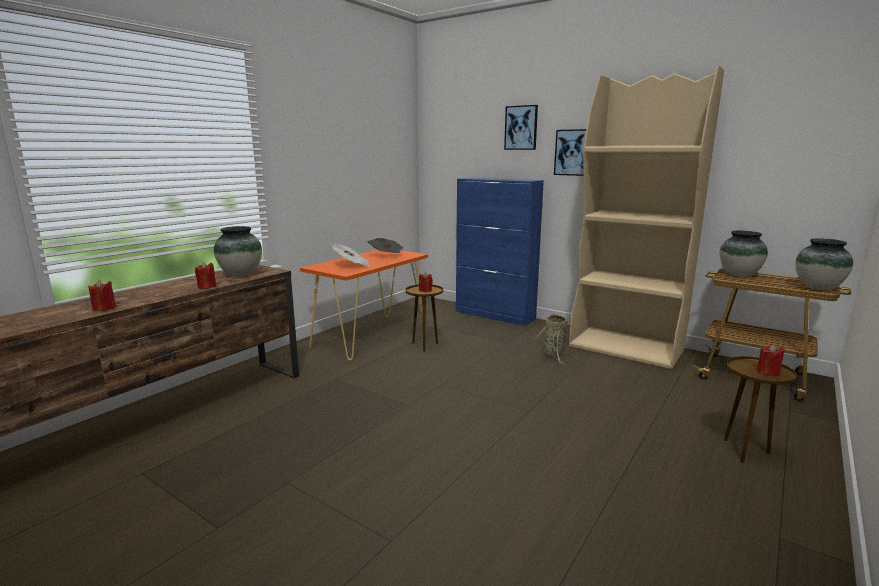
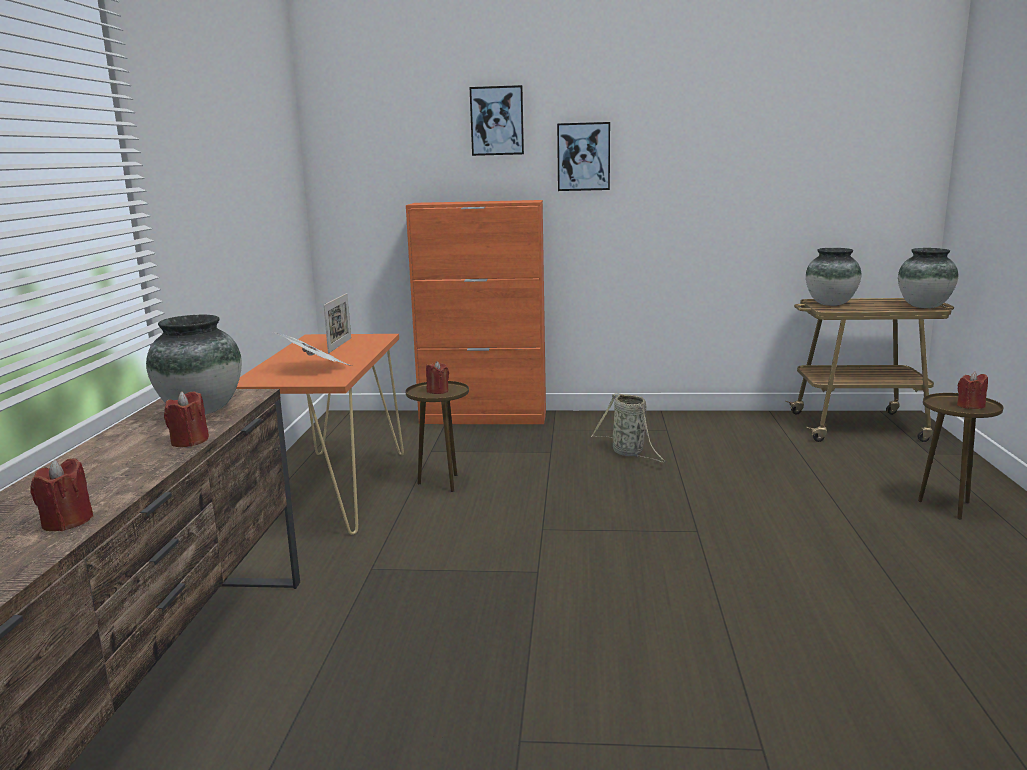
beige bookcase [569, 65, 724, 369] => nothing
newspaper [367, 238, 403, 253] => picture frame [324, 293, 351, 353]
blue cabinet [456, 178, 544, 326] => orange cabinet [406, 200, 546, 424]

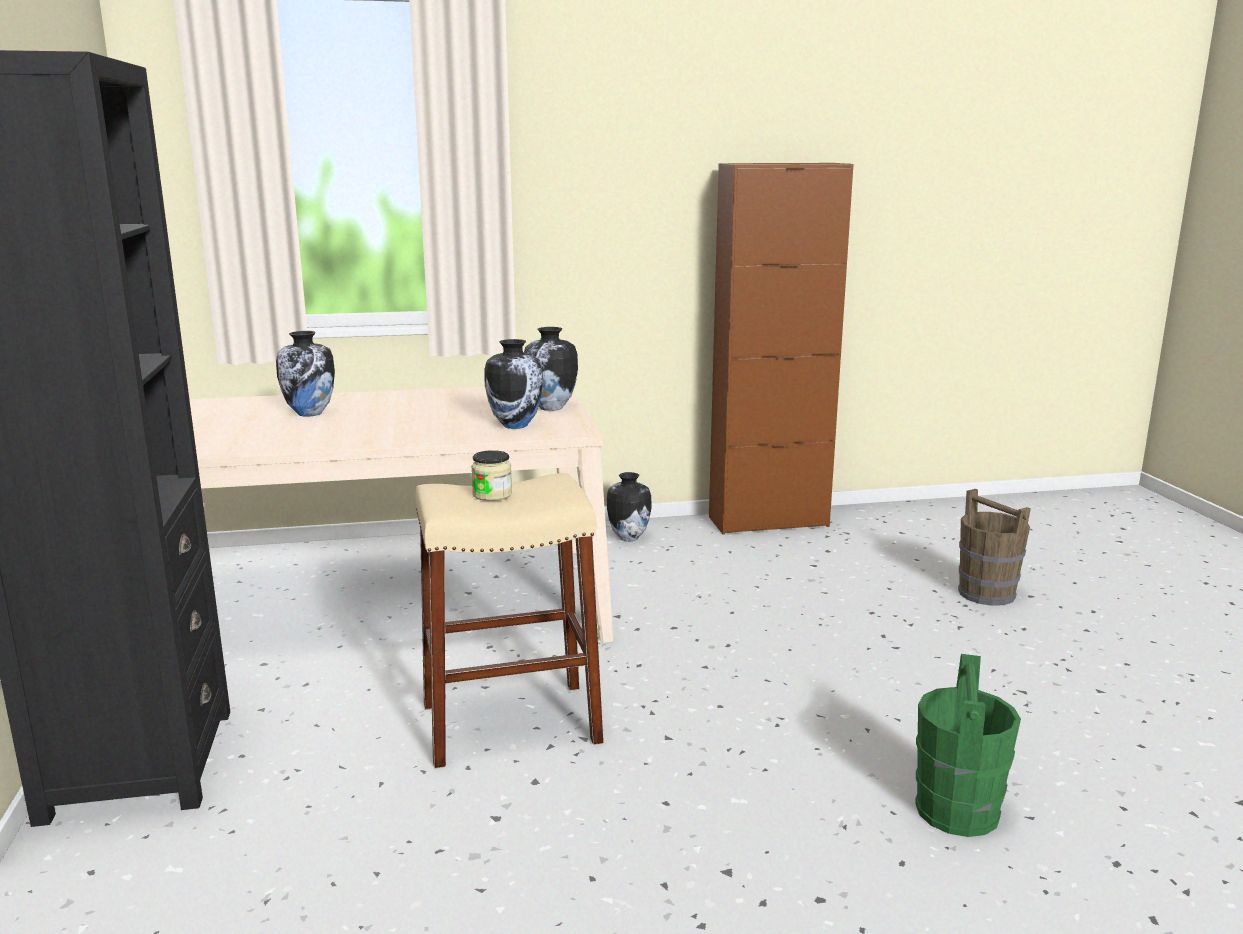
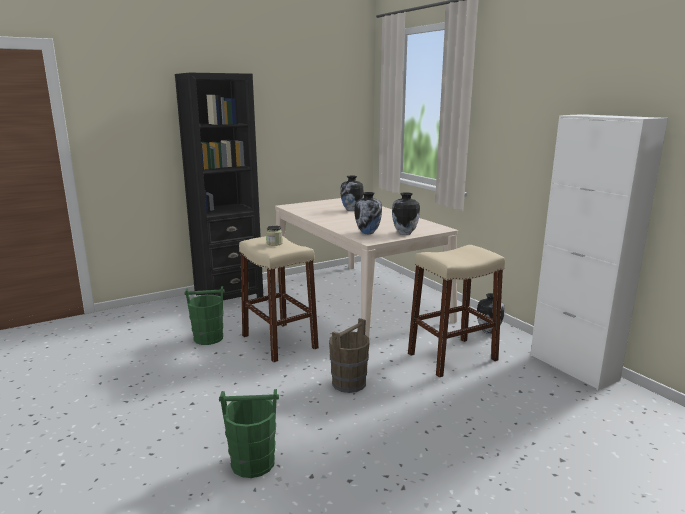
nothing => green bucket [184, 286, 225, 345]
nothing => beige stool [408, 245, 505, 378]
brown bucket [958, 489, 1031, 606] => brown bucket [329, 318, 370, 393], shifted
brown cabinet [709, 163, 854, 535] => white cabinet [530, 114, 668, 390]

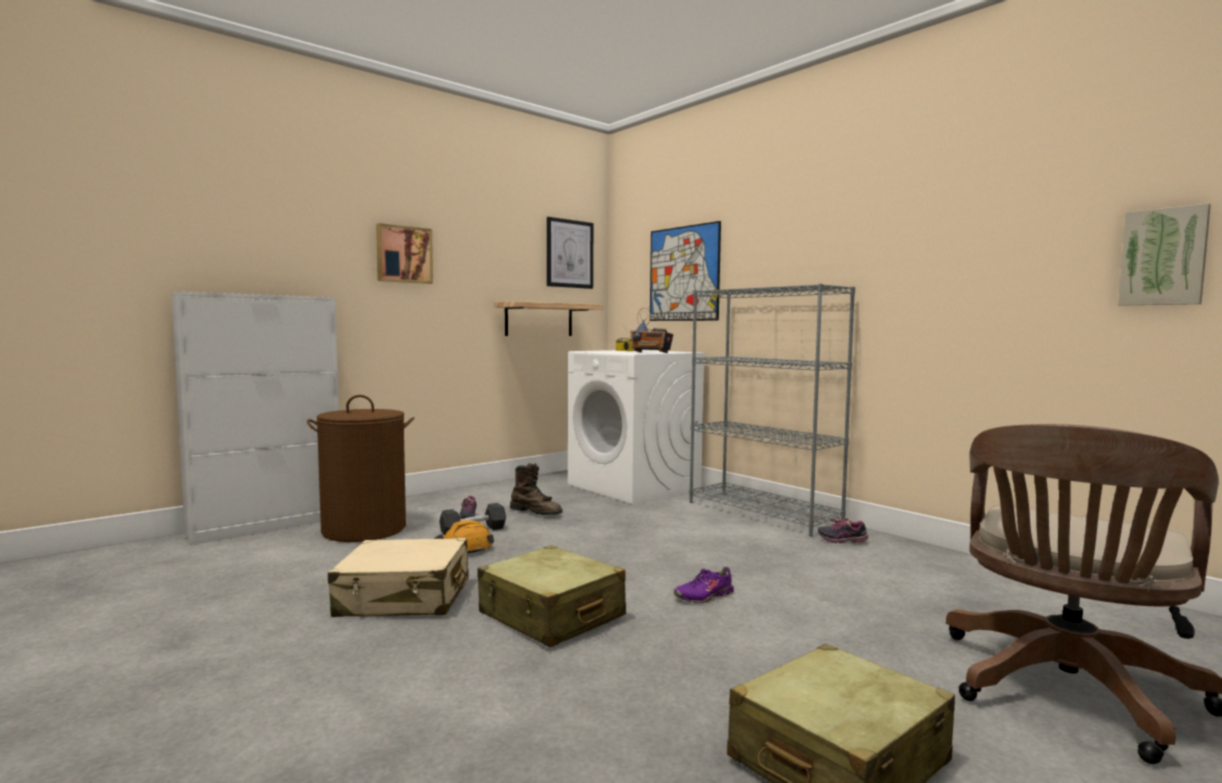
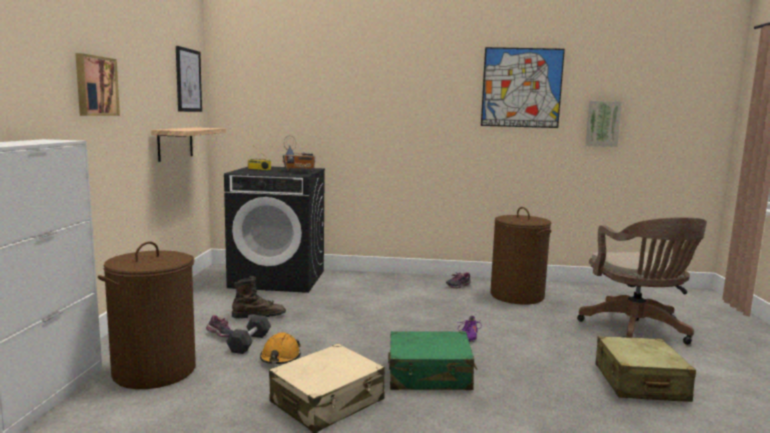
grey bookcase [689, 284, 855, 536] => nothing
nothing => brown laundry basket [490, 207, 551, 305]
picture [650, 221, 721, 321] => picture [481, 47, 565, 128], shifted
beige suitcase [477, 545, 626, 648] => green suitcase [388, 331, 478, 390]
white washing machine [568, 350, 706, 505] => black washing machine [224, 167, 325, 293]

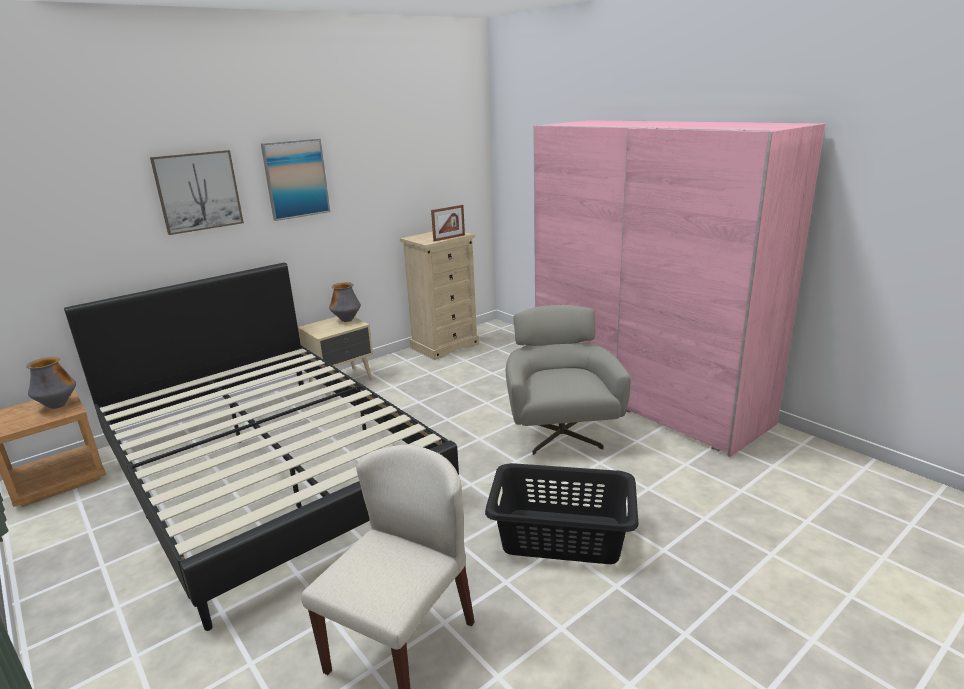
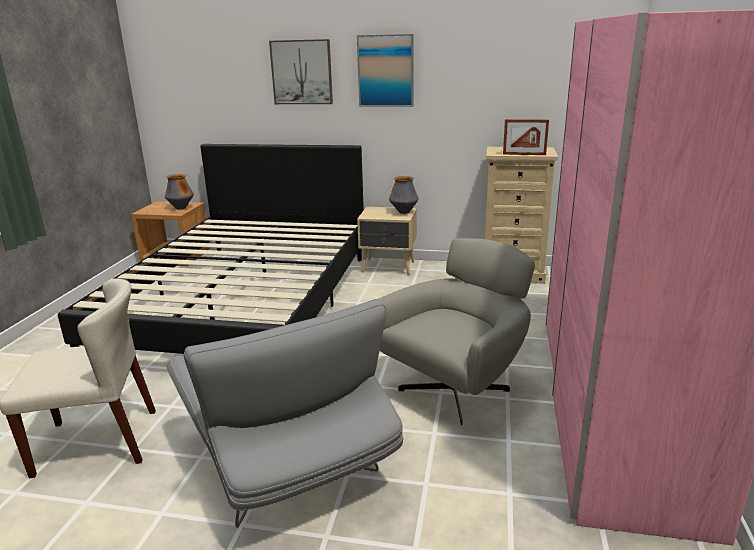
black laundry basket [485, 463, 638, 564] => grey armchair [167, 299, 403, 528]

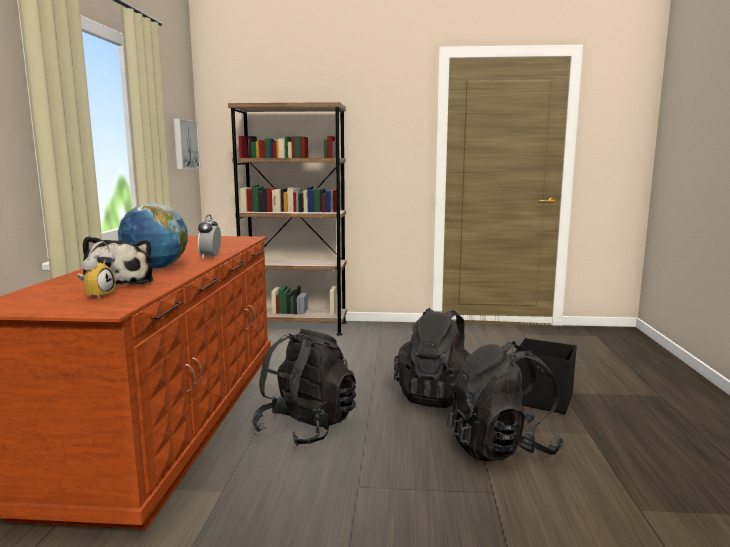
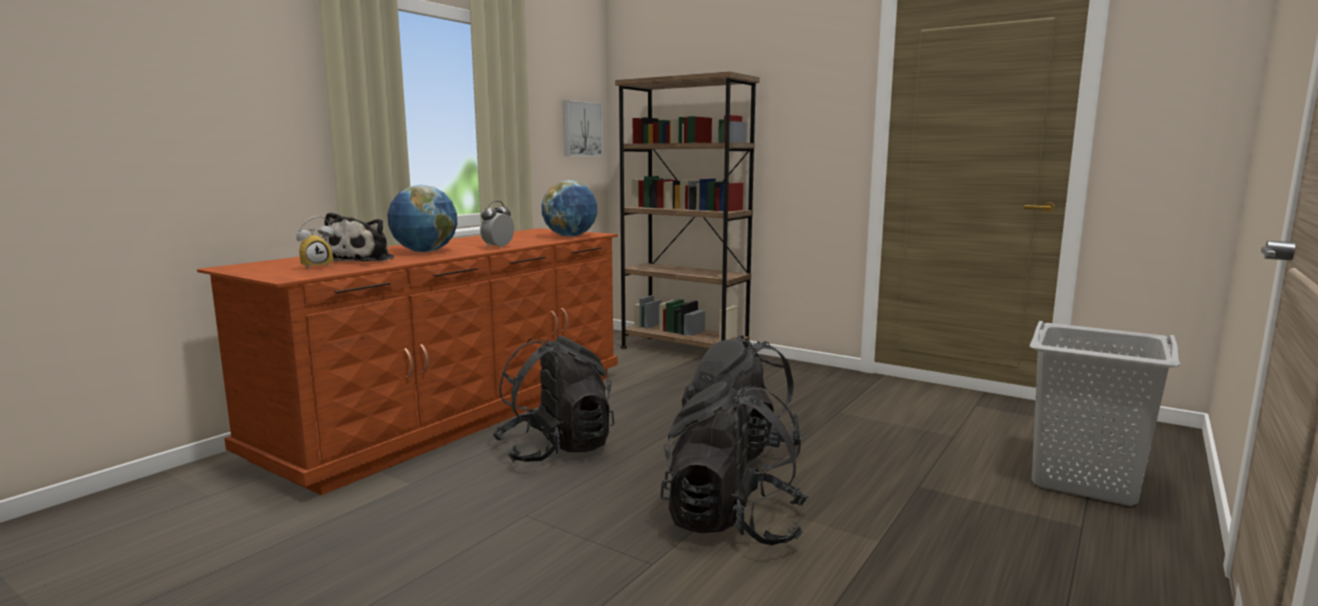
black storage box [514, 338, 577, 414] => nothing
nothing => globe [541, 180, 597, 237]
nothing => grey laundry basket [1029, 321, 1180, 506]

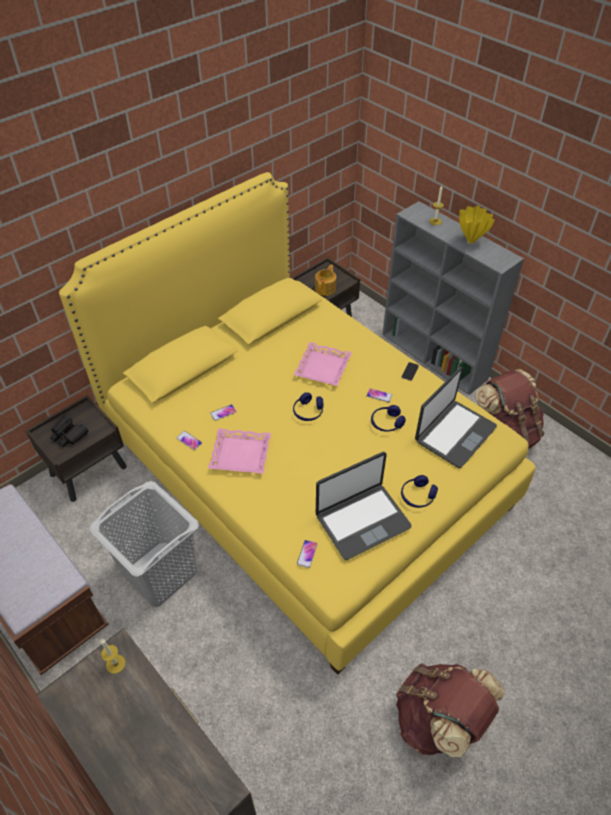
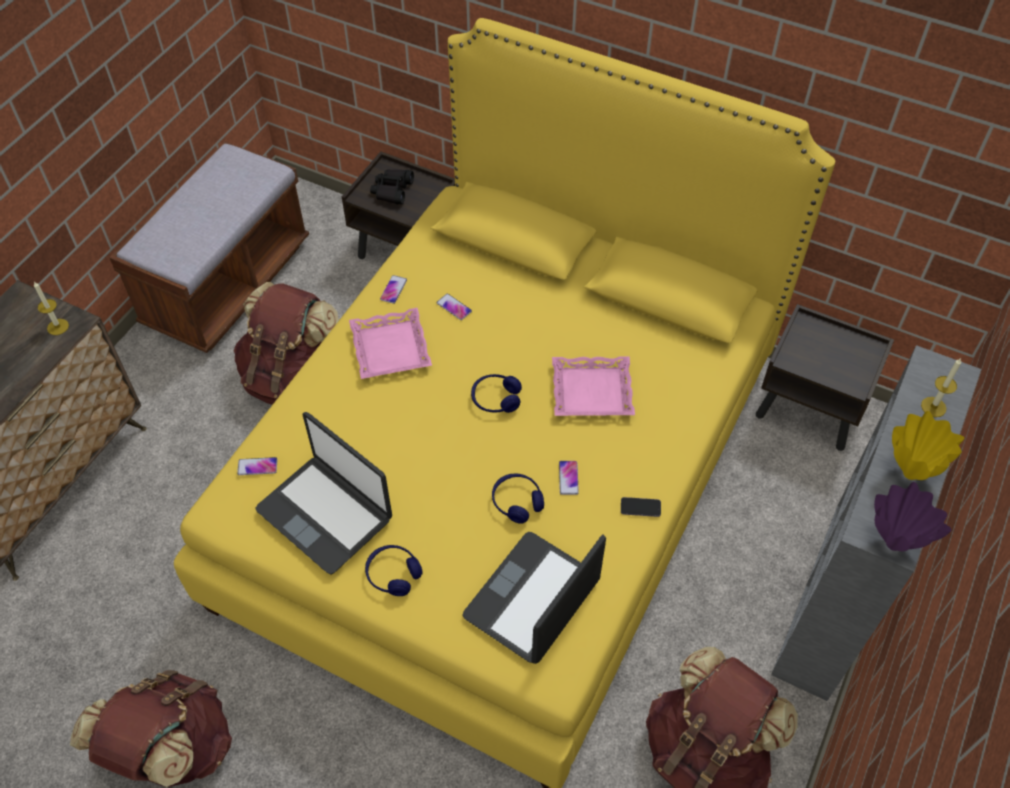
teapot [315, 265, 336, 296] => nothing
nothing => purple vase [874, 482, 952, 551]
grey laundry basket [89, 481, 199, 607] => brown backpack [234, 282, 339, 405]
laptop [415, 367, 497, 468] => laptop [462, 532, 606, 664], 105 degrees clockwise

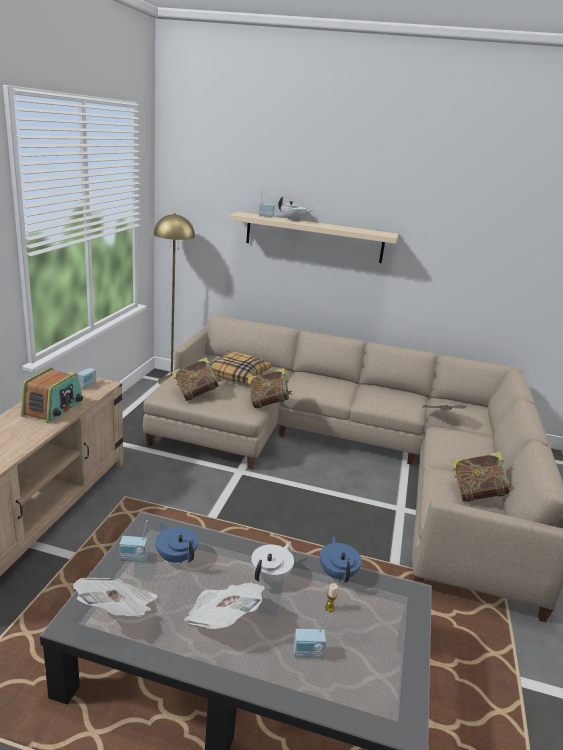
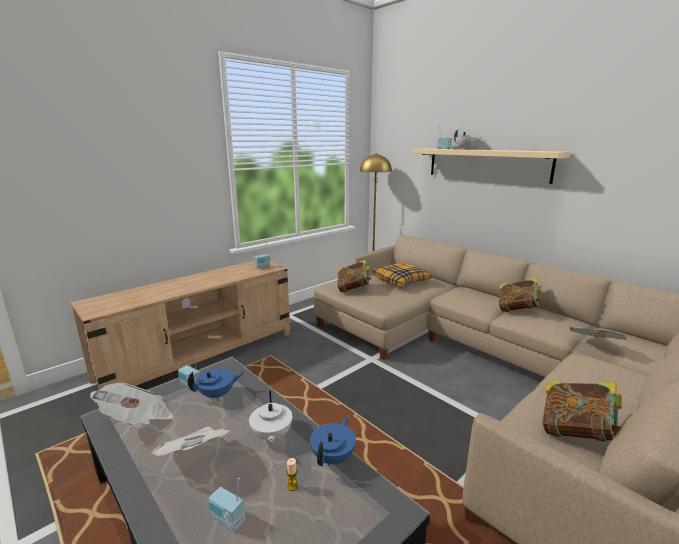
radio [21, 367, 83, 423] => nothing
book [248, 368, 293, 408] => book [499, 278, 543, 312], shifted
blue teapot [155, 523, 198, 564] => blue teapot [187, 368, 244, 401], 75 degrees clockwise
white teapot [251, 541, 294, 582] => white teapot [249, 391, 292, 444], 105 degrees clockwise

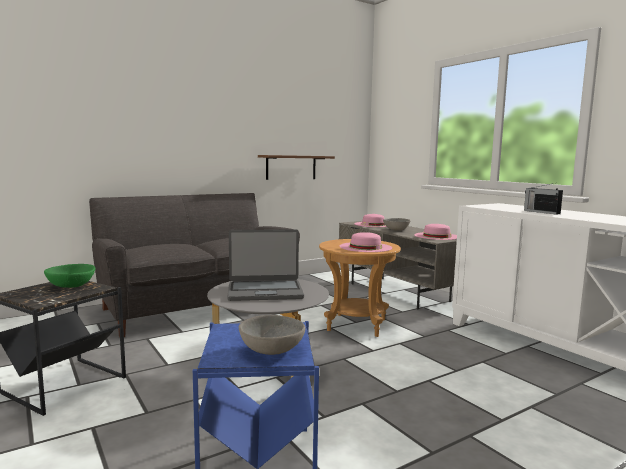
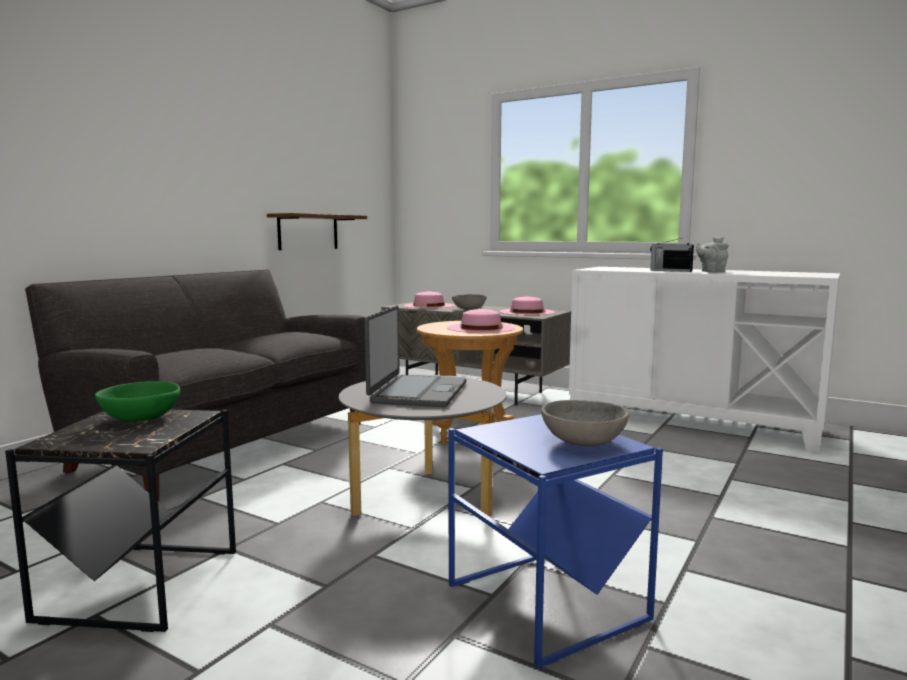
nothing => grey teapot [696, 237, 729, 273]
laptop [227, 229, 304, 301] => laptop [364, 306, 466, 407], 45 degrees counterclockwise

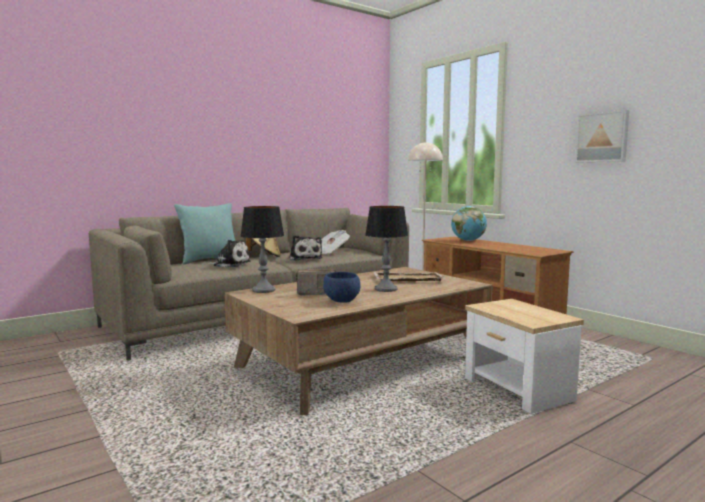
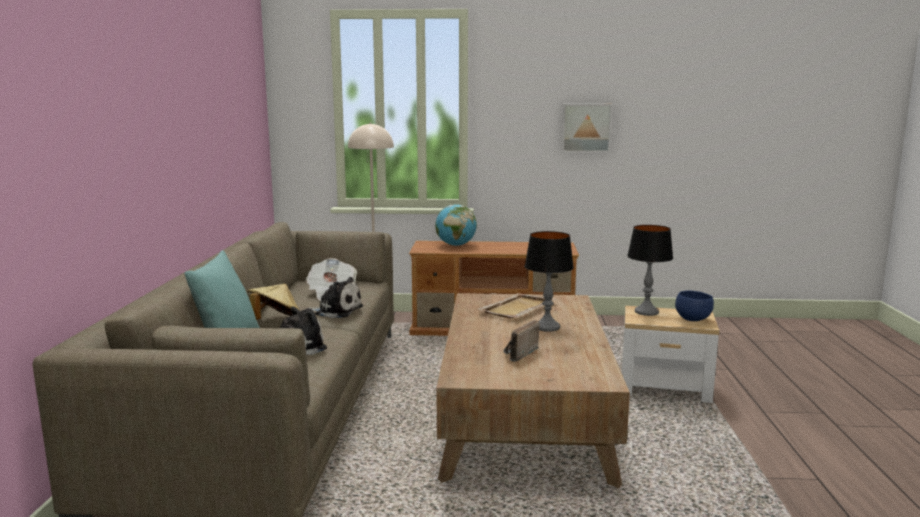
table lamp [240, 206, 284, 293] => table lamp [627, 225, 673, 316], shifted
blue bowl [323, 272, 360, 303] => blue bowl [675, 290, 714, 321], shifted

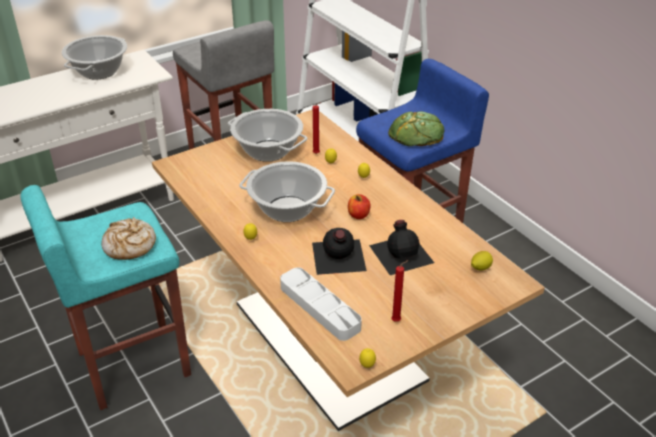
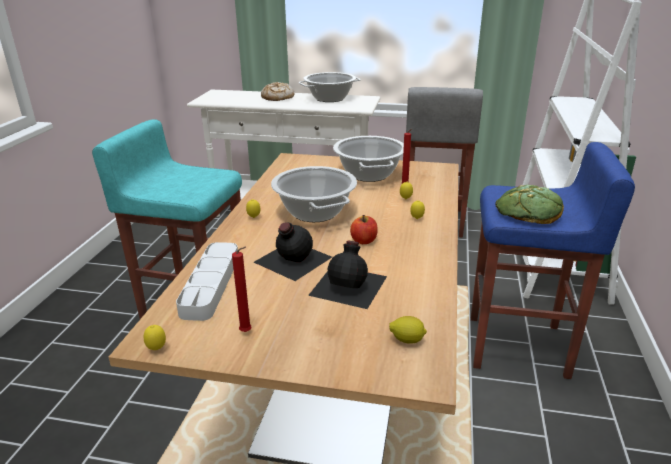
bread [101, 217, 156, 260] => bread [261, 82, 294, 101], shifted

